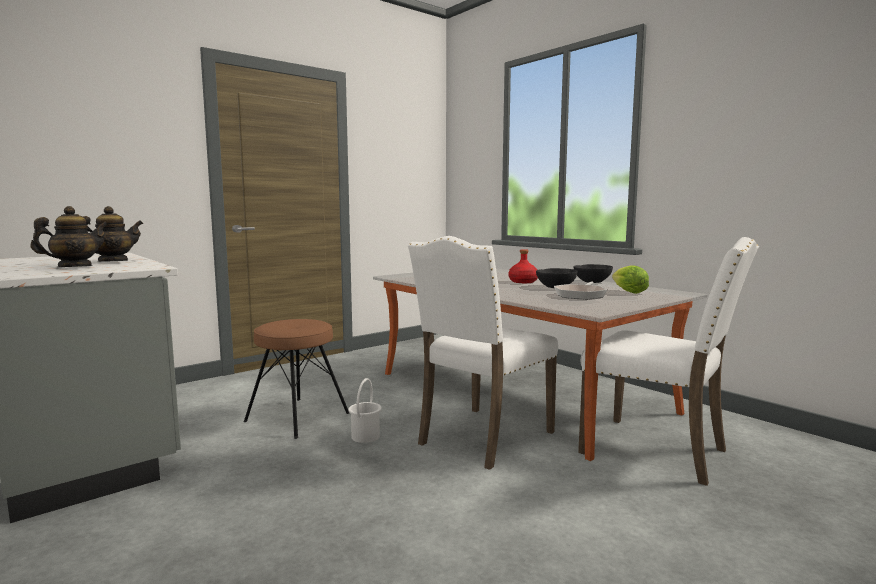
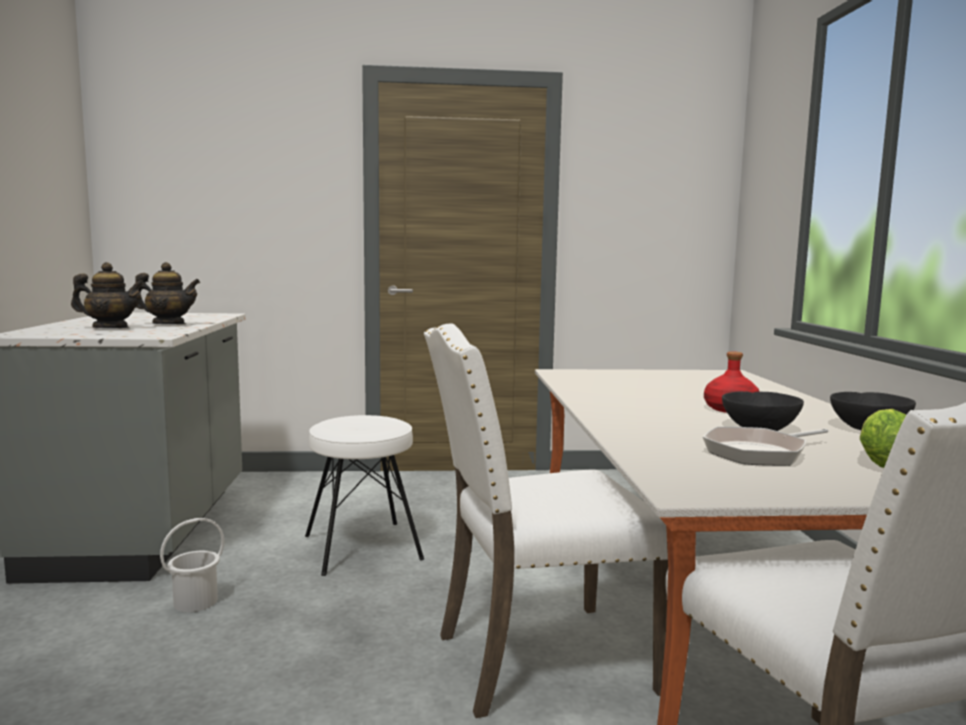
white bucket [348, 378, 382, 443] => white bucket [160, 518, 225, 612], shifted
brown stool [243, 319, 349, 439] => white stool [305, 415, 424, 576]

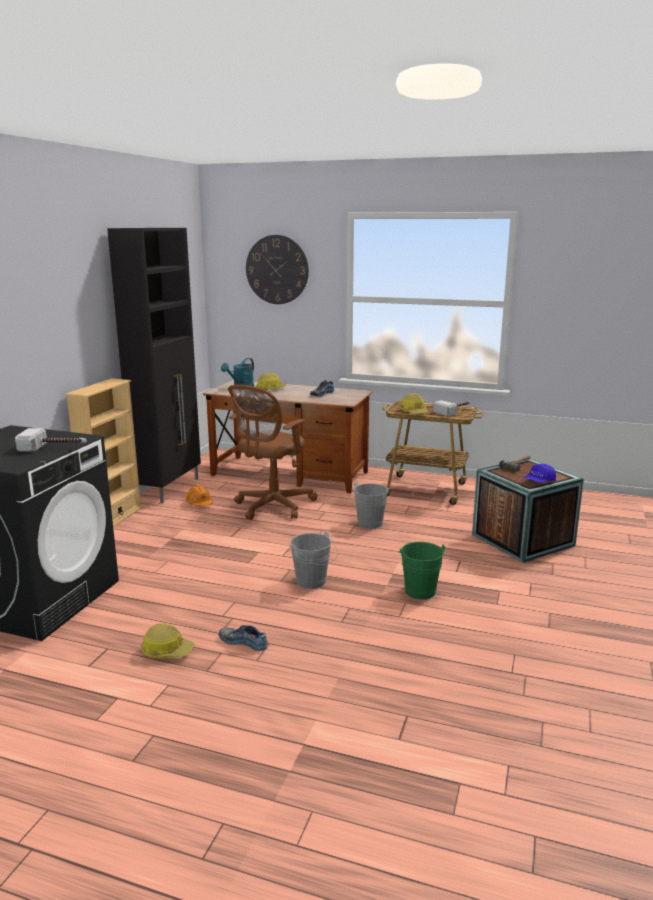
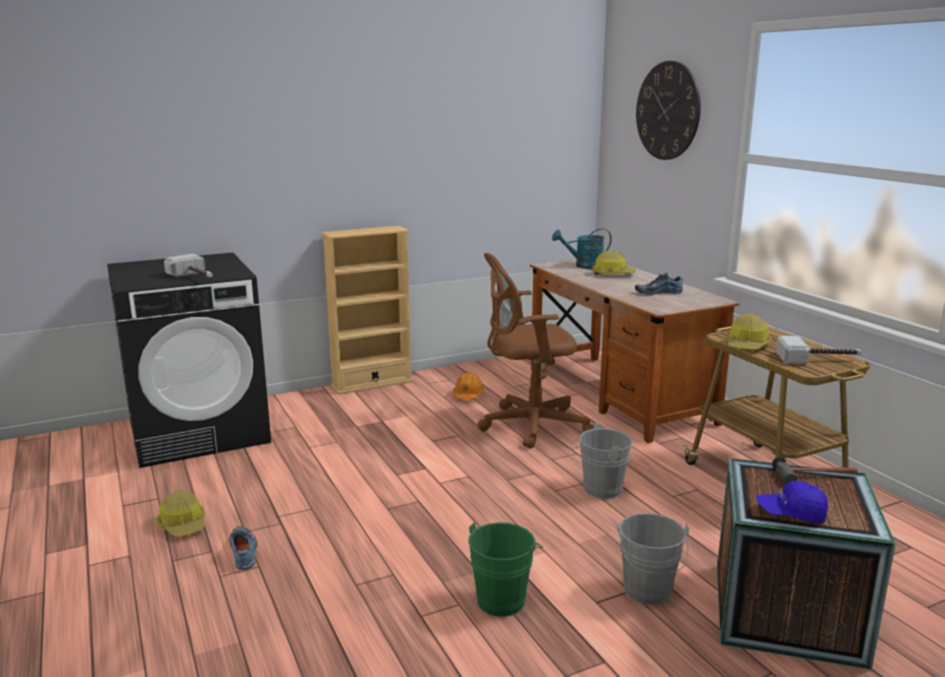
black cabinet [107, 228, 201, 503] => nothing
grey bucket [290, 531, 338, 589] => grey bucket [617, 513, 689, 605], shifted

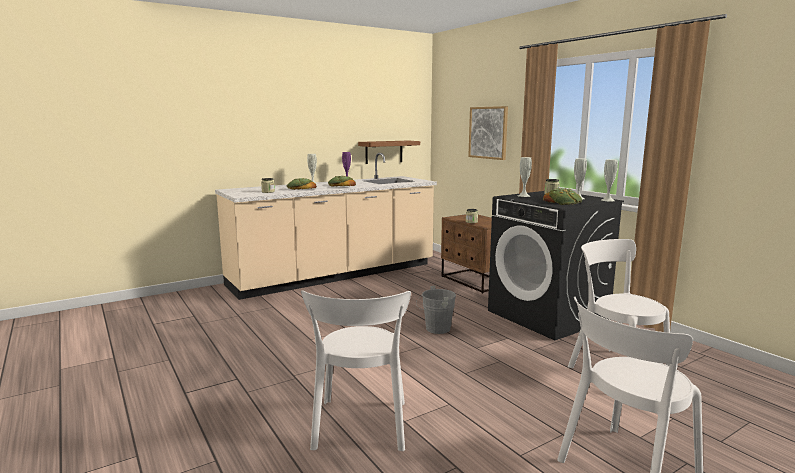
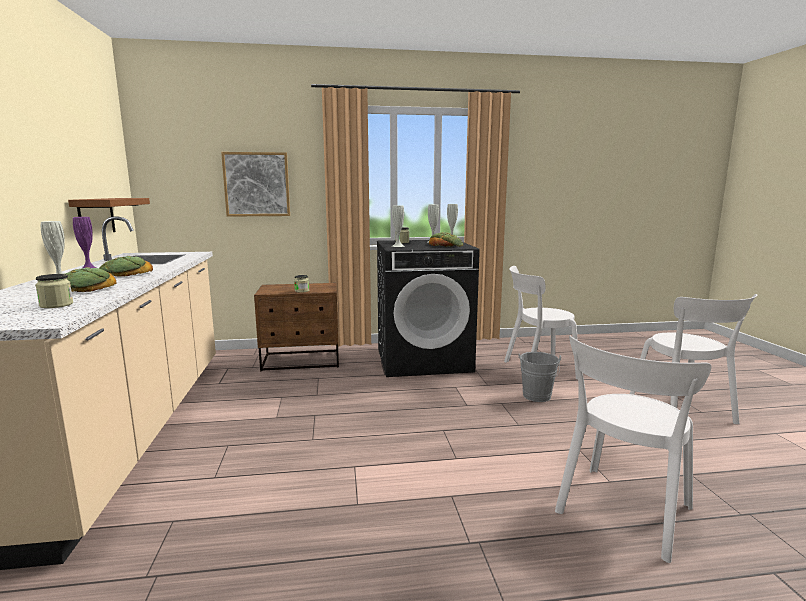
grey bucket [416, 286, 456, 334] => grey bucket [518, 352, 561, 402], shifted
white chair [301, 290, 411, 451] => white chair [555, 336, 711, 563], 105 degrees clockwise

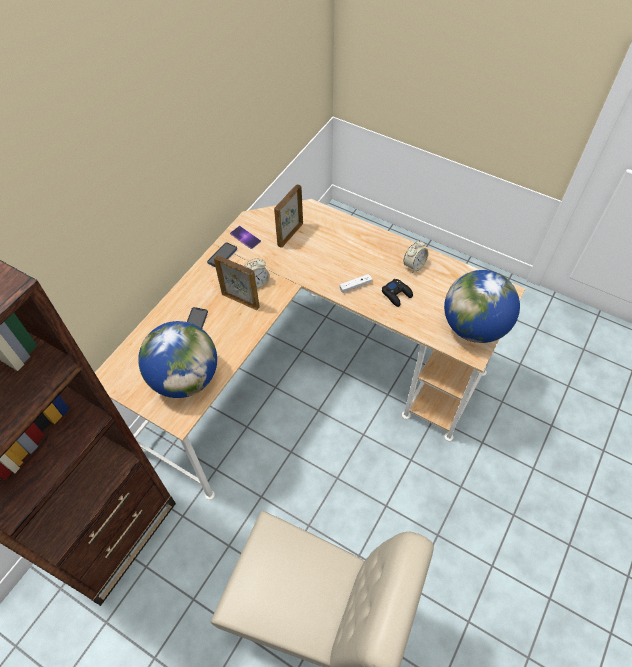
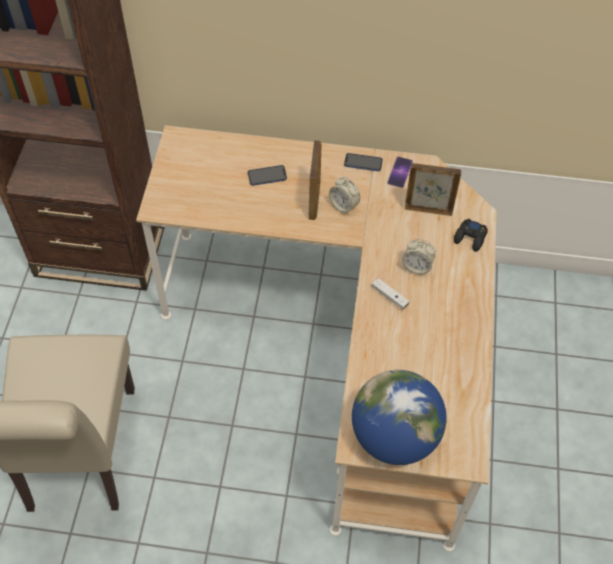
globe [138, 321, 217, 398] => nothing
black game controller [382, 279, 413, 307] => black game controller [454, 219, 488, 252], shifted
alarm clock [404, 240, 428, 272] => alarm clock [402, 239, 436, 274], shifted

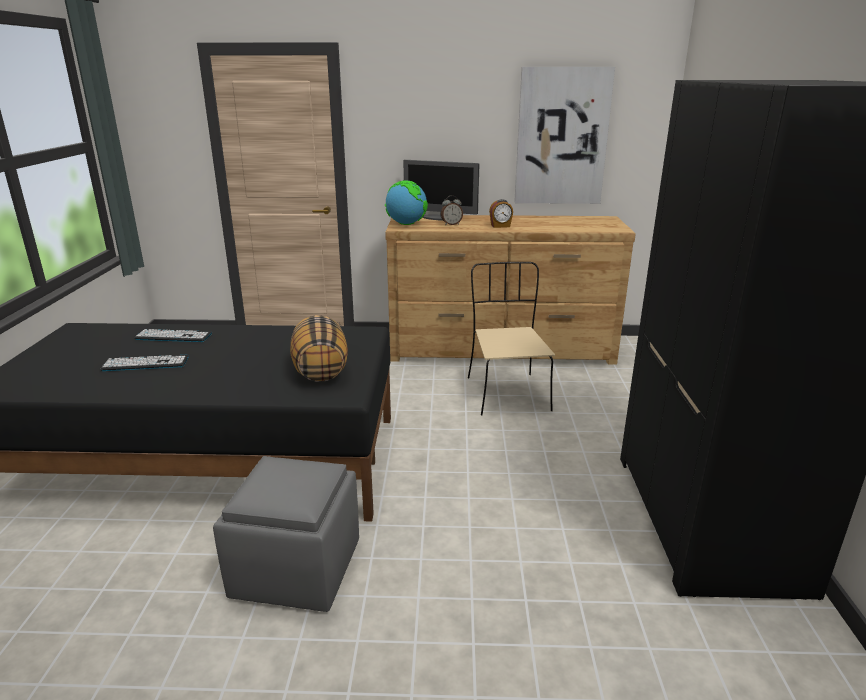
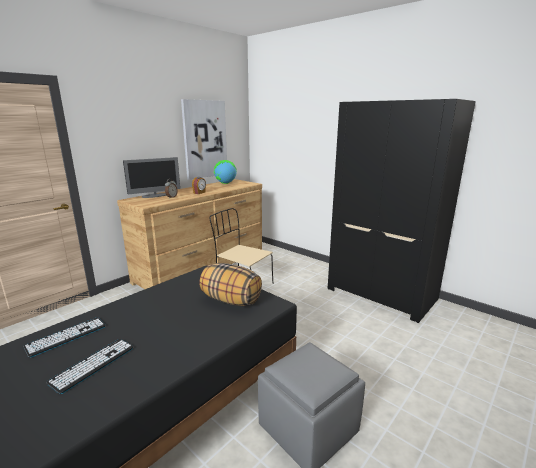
globe [385, 180, 428, 225] => globe [214, 160, 237, 184], shifted

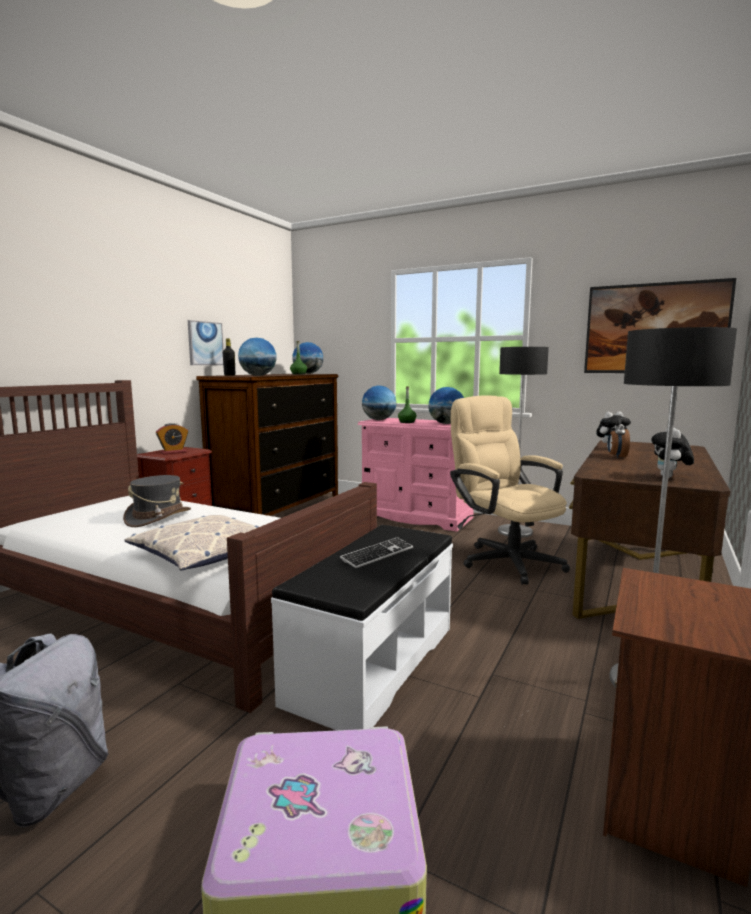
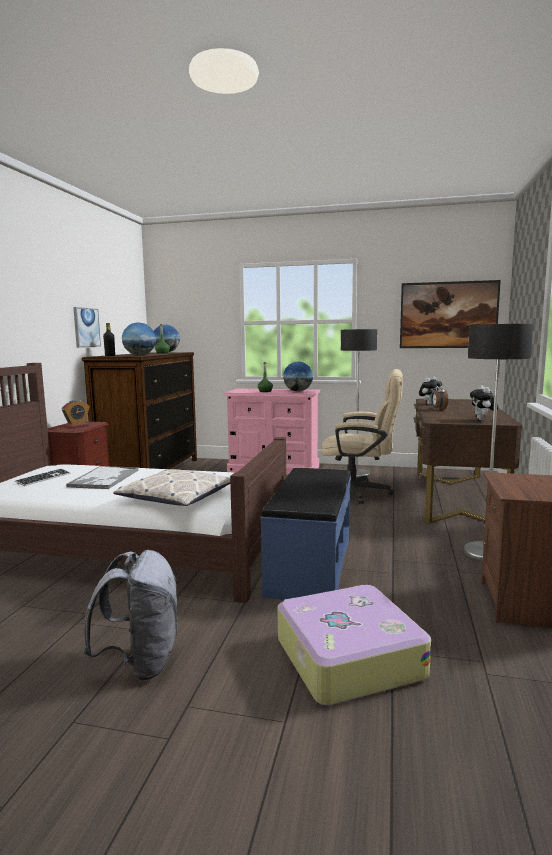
globe [362, 386, 396, 420] => nothing
keyboard [340, 537, 413, 568] => keyboard [15, 469, 71, 486], shifted
grey hat [123, 475, 191, 527] => tray [66, 466, 138, 489]
white bench [271, 525, 453, 730] => blue bench [260, 468, 351, 600]
beige office chair [450, 395, 570, 585] => beige office chair [321, 369, 403, 504], 150 degrees clockwise

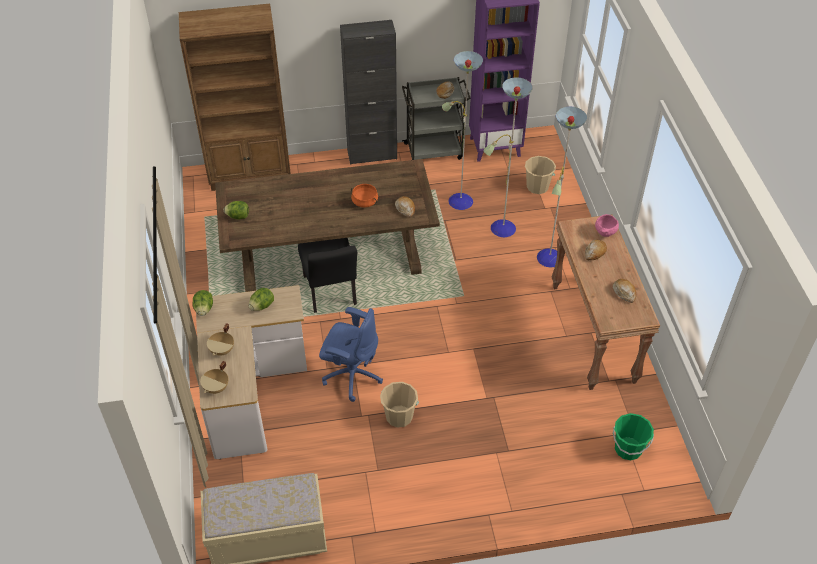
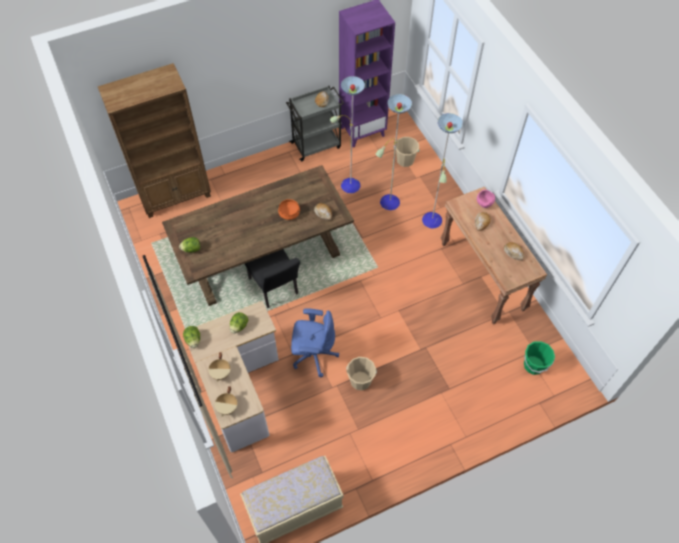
black cabinet [340, 20, 397, 165] => nothing

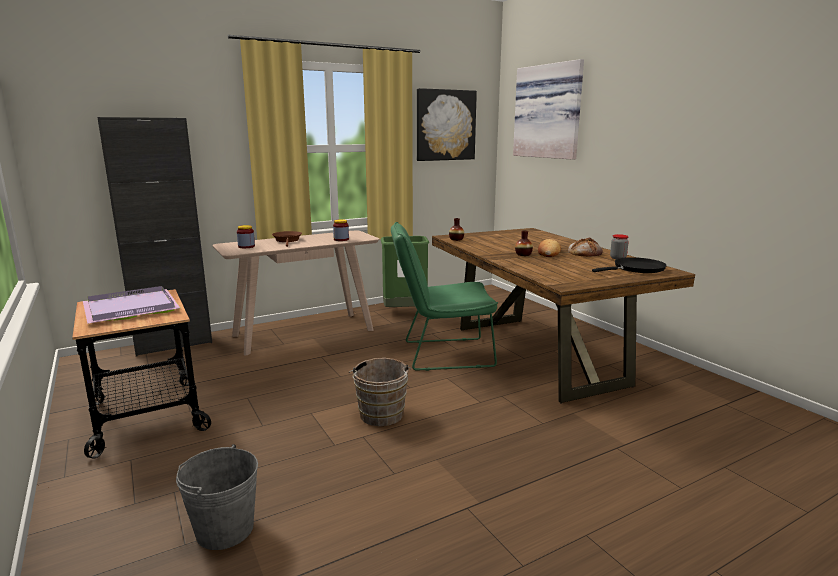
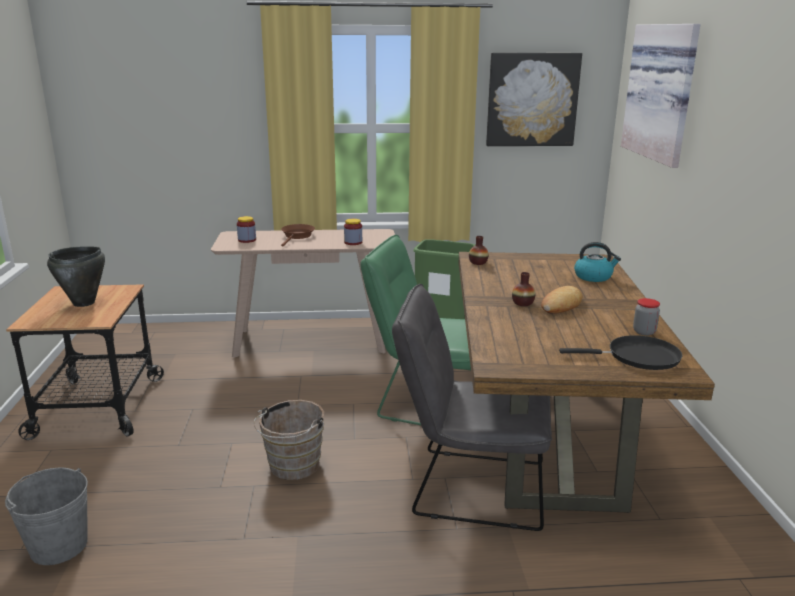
black cabinet [97, 117, 212, 357] => nothing
bread [568, 238, 603, 257] => nothing
nothing => grey chair [392, 284, 552, 531]
nothing => kettle [574, 242, 621, 282]
purple tray [83, 286, 180, 324] => black cooking pot [47, 246, 105, 307]

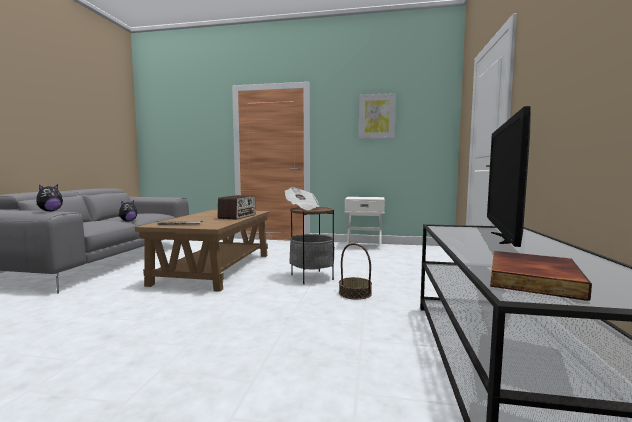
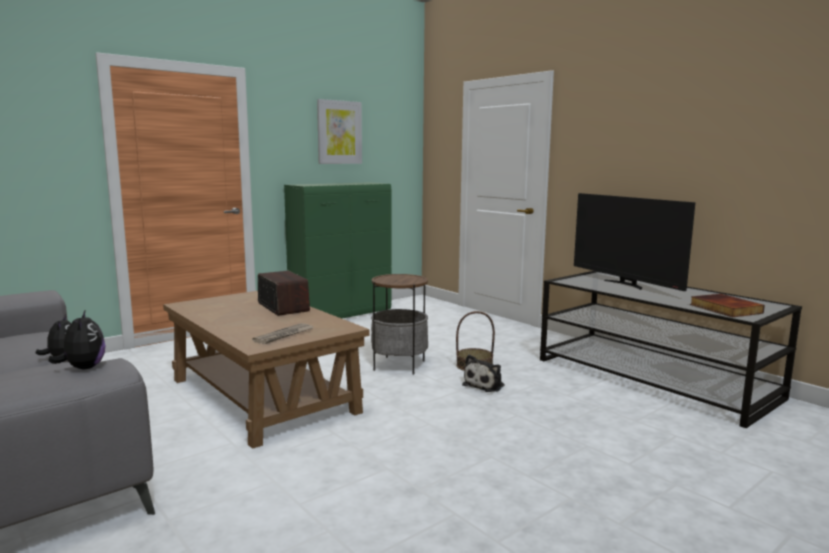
newspaper [285, 187, 319, 210] => nothing
nothing => plush toy [462, 355, 505, 392]
white nightstand [345, 197, 385, 251] => green cabinet [284, 182, 391, 319]

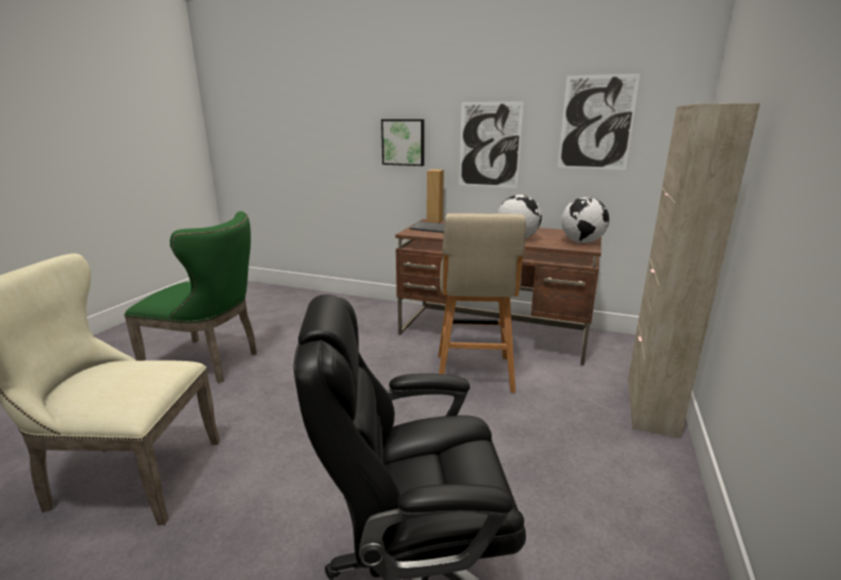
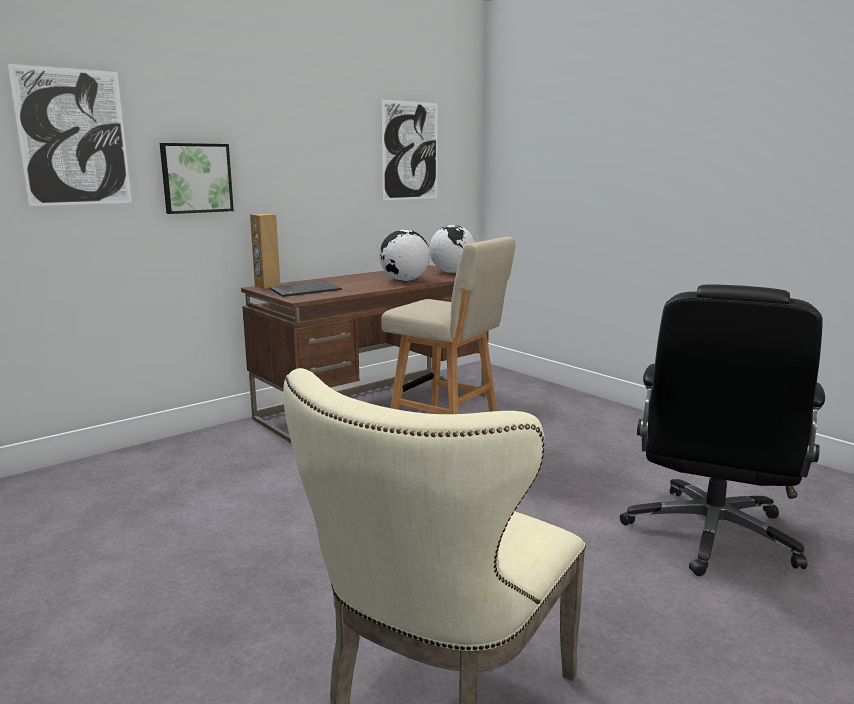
green chair [124, 211, 257, 383] => nothing
beige cabinet [628, 103, 760, 438] => nothing
picture [459, 101, 524, 188] => picture [8, 64, 132, 206], shifted

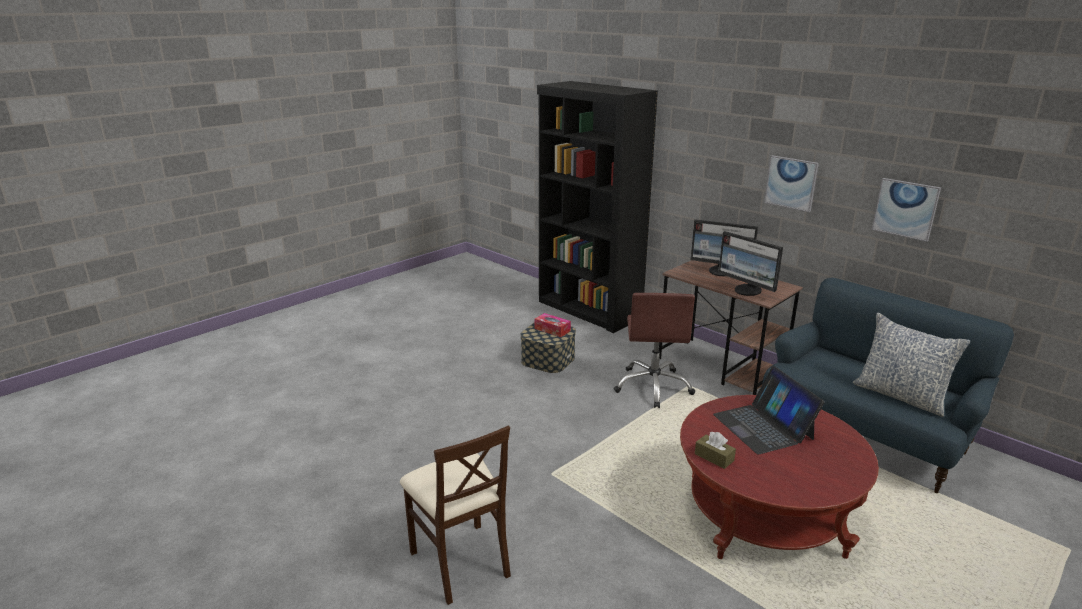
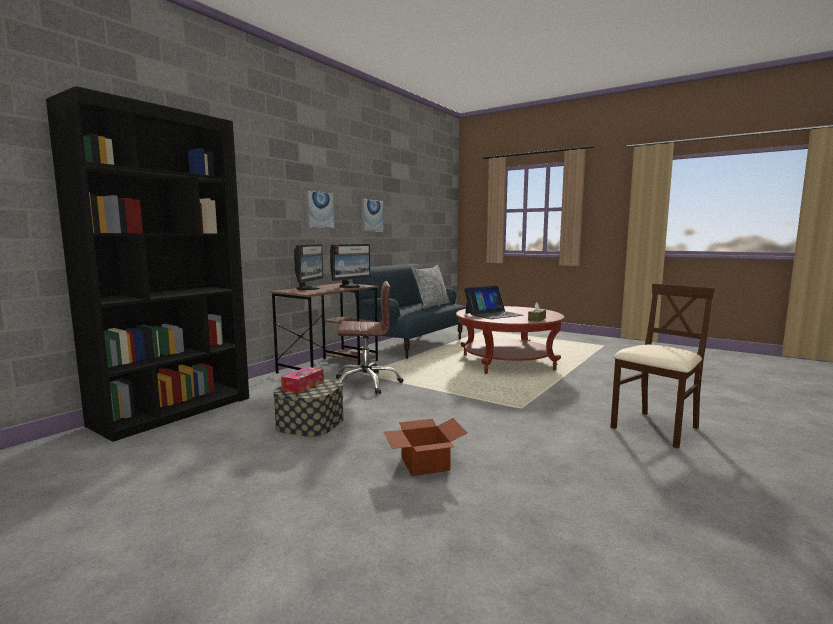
nothing => cardboard box [383, 418, 467, 476]

